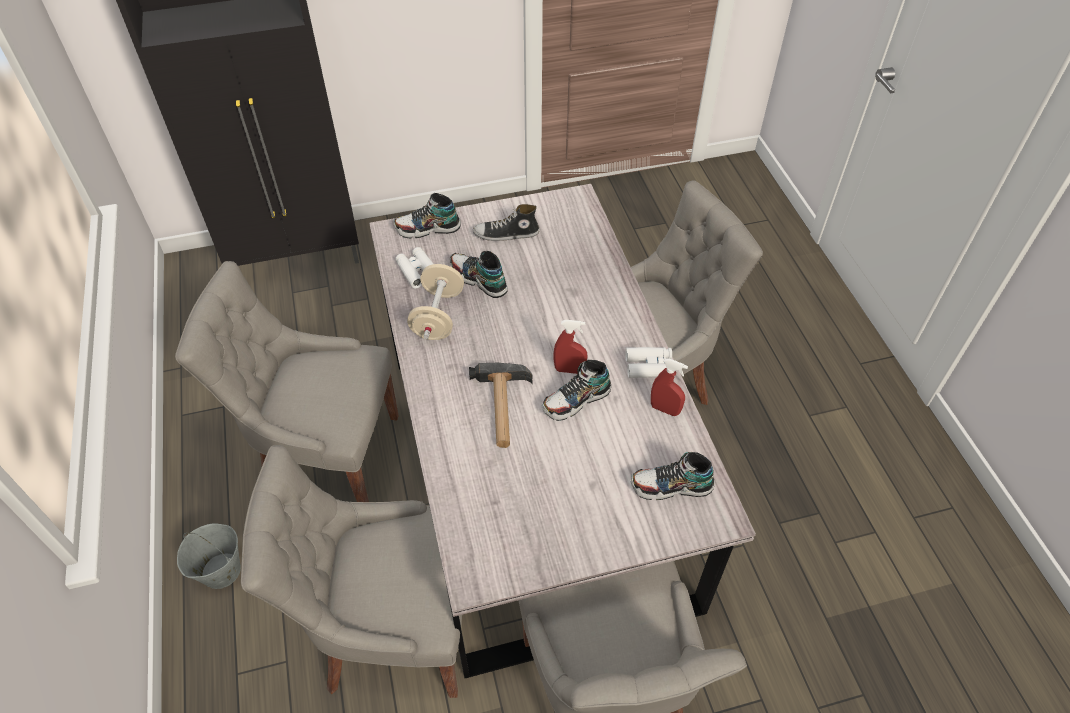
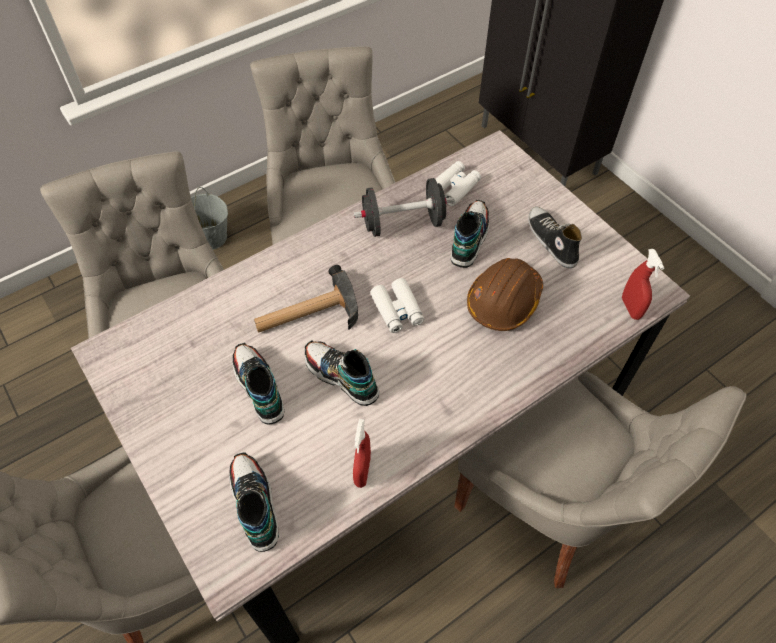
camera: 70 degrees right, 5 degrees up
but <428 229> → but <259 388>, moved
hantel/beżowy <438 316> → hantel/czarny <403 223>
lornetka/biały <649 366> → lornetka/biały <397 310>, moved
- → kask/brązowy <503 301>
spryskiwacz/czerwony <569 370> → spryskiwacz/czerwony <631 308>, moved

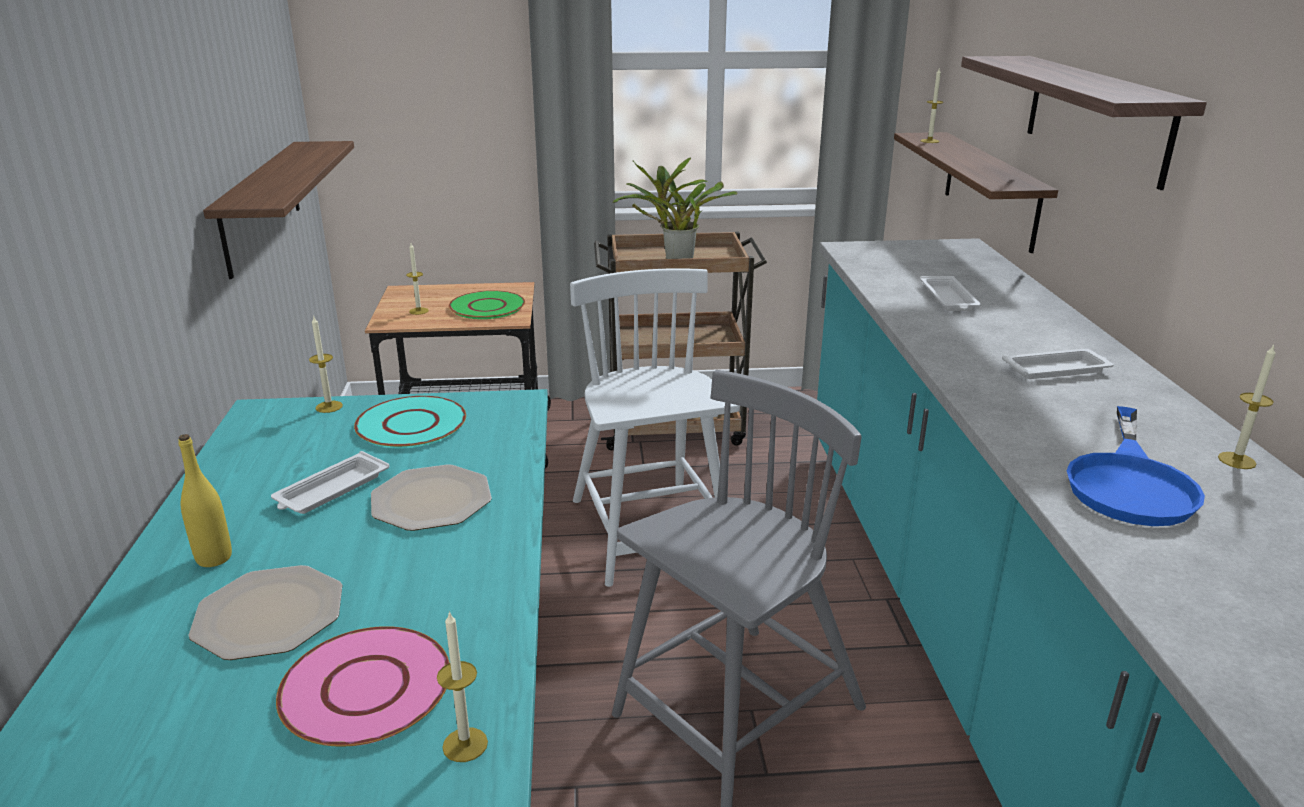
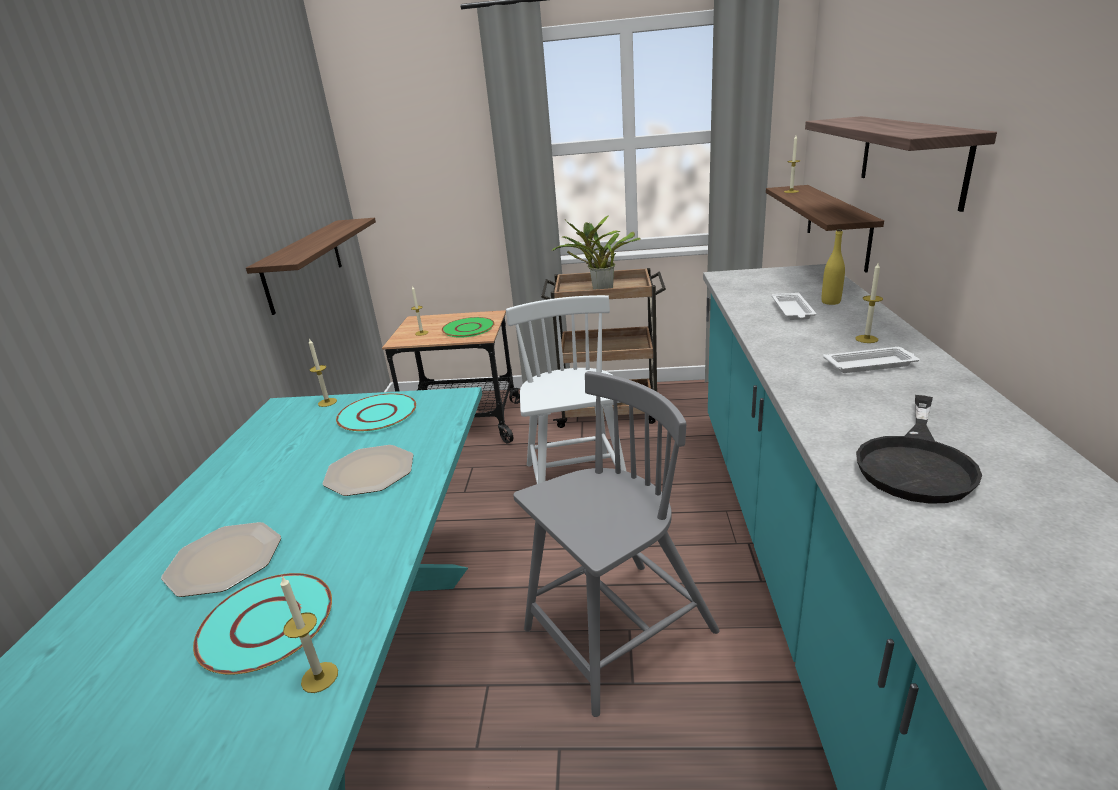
camera: 10 degrees right, 0 degrees up
talerz/różowy <367 688> → talerz/turkusowy <267 623>
butelka/żółty <214 558> → butelka/żółty <830 302>, moved
świeca <1237 460> → świeca <866 339>, moved
patelnia/niebieski <1130 482> → patelnia/czarny <916 462>
taca/biały <331 490> → -

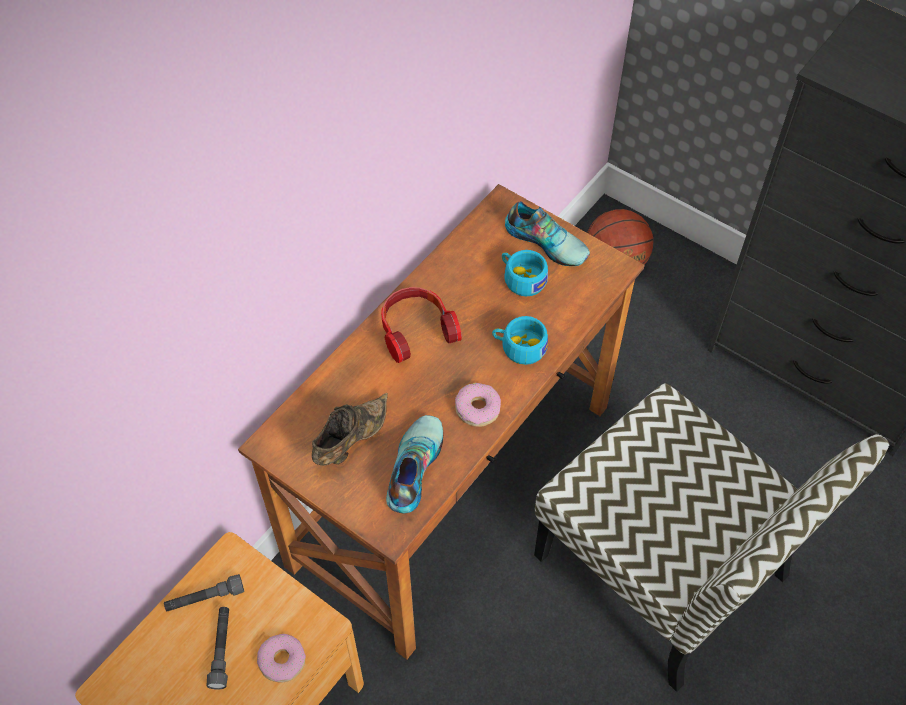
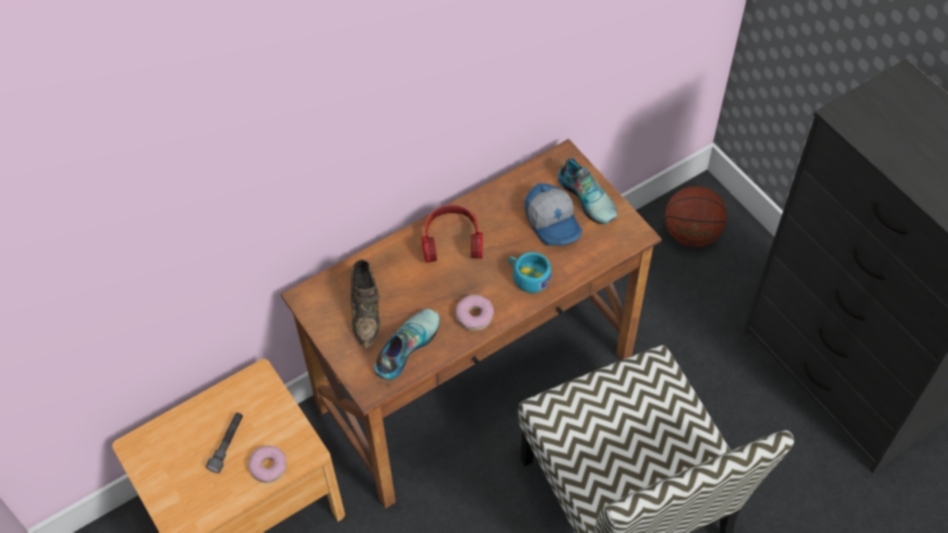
camera: 20 degrees right, 0 degrees up
but/brązowy <350 441> → but/brązowy <366 312>, 120 degrees clockwise
filiżanka/turkusowy <521 278> → czapka z daszkiem <553 222>
latarka/szary <205 598> → -

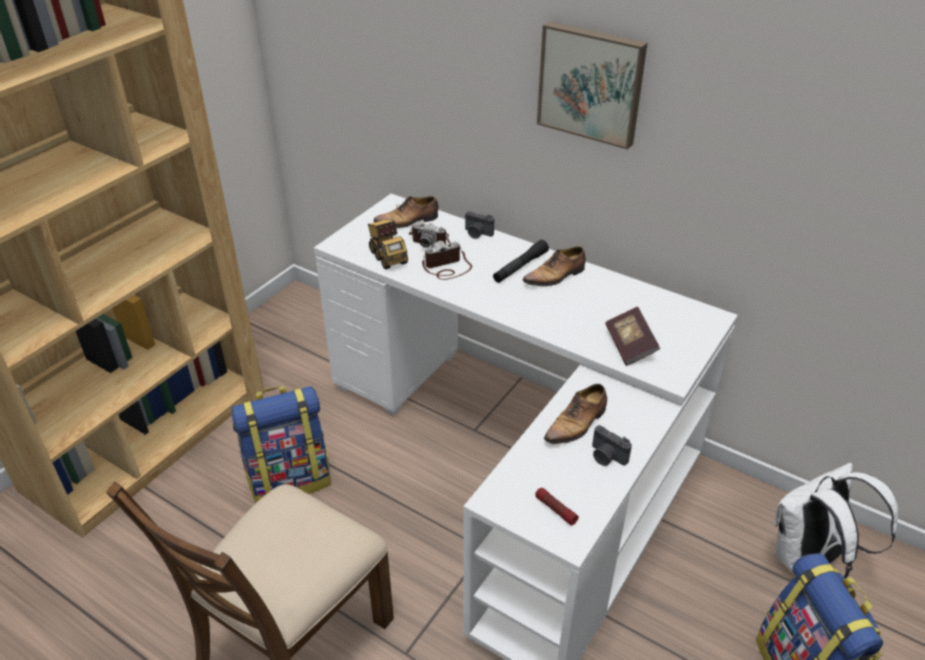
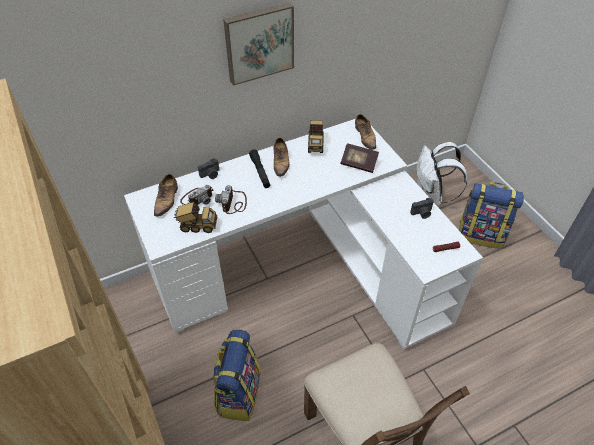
camera: 60 degrees left, 10 degrees up
- → ciężarówka zabawkowa <315 144>
but <577 424> → but <365 137>, moved

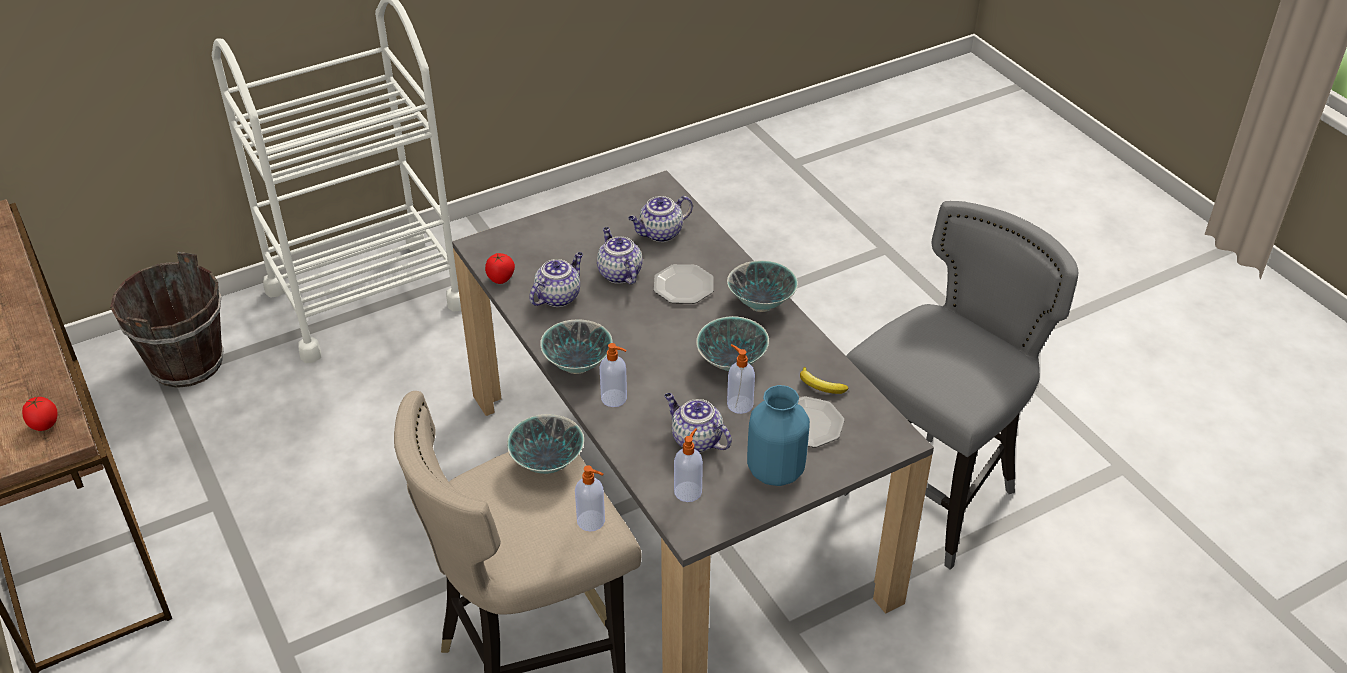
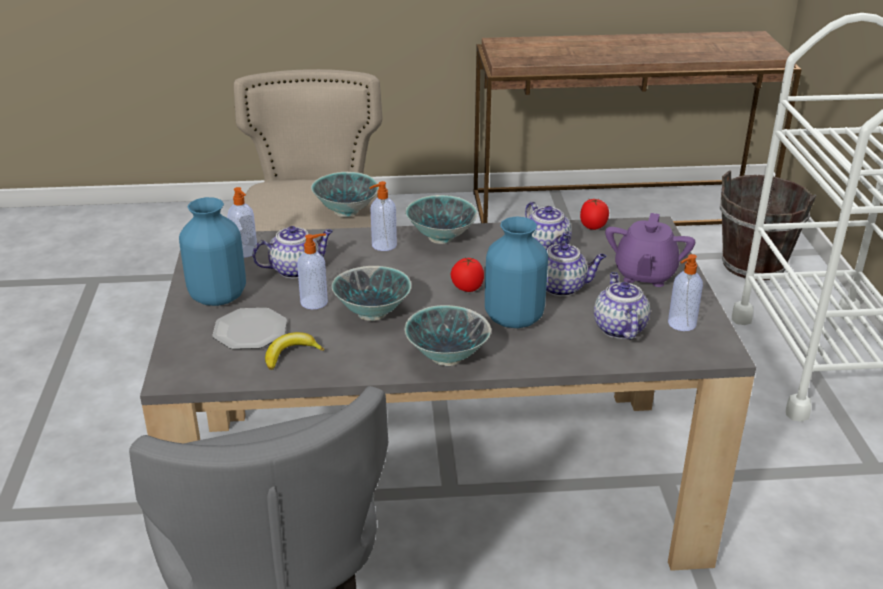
camera: 115 degrees right, 10 degrees down
pomidor <45 426> → pomidor <467 289>, moved
talerz <684 286> → wazon/niebieski <513 318>
- → imbryk/fioletowy <644 275>
dozownik mydła <592 521> → dozownik mydła <681 324>, moved

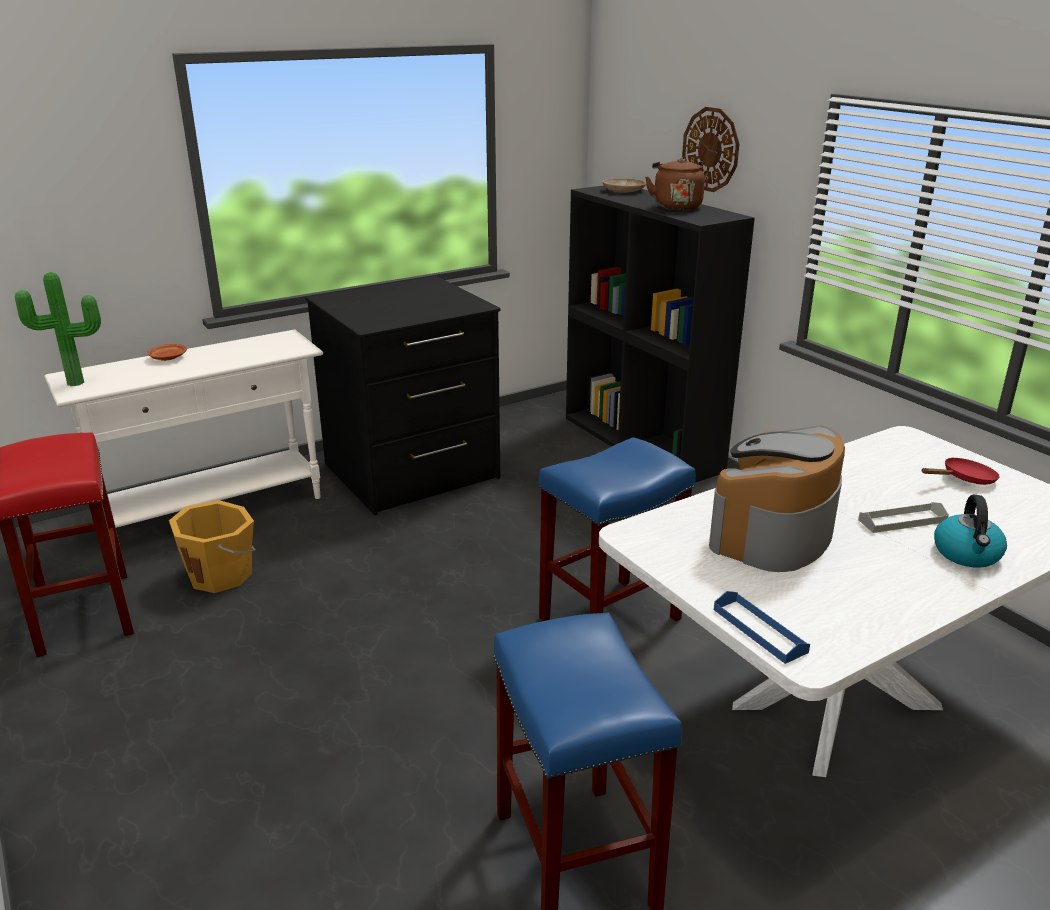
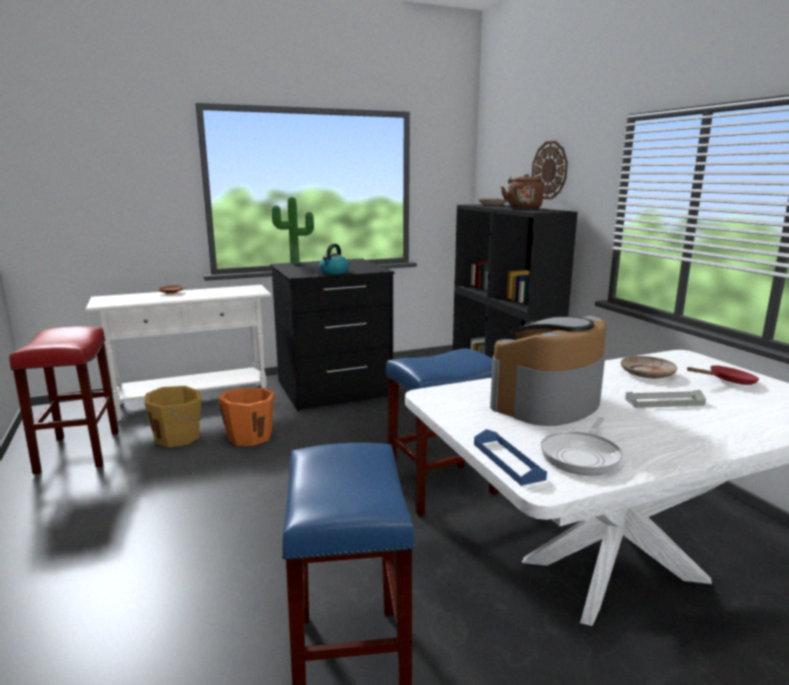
camera: 10 degrees right, 10 degrees down
- → wiadro/pomarańczowy <250 436>
roślina doniczkowa <76 384> → roślina doniczkowa <295 264>, moved
czajnik <967 554> → czajnik <334 272>, moved
- → patelnia <582 455>
- → talerz/beżowy <647 373>

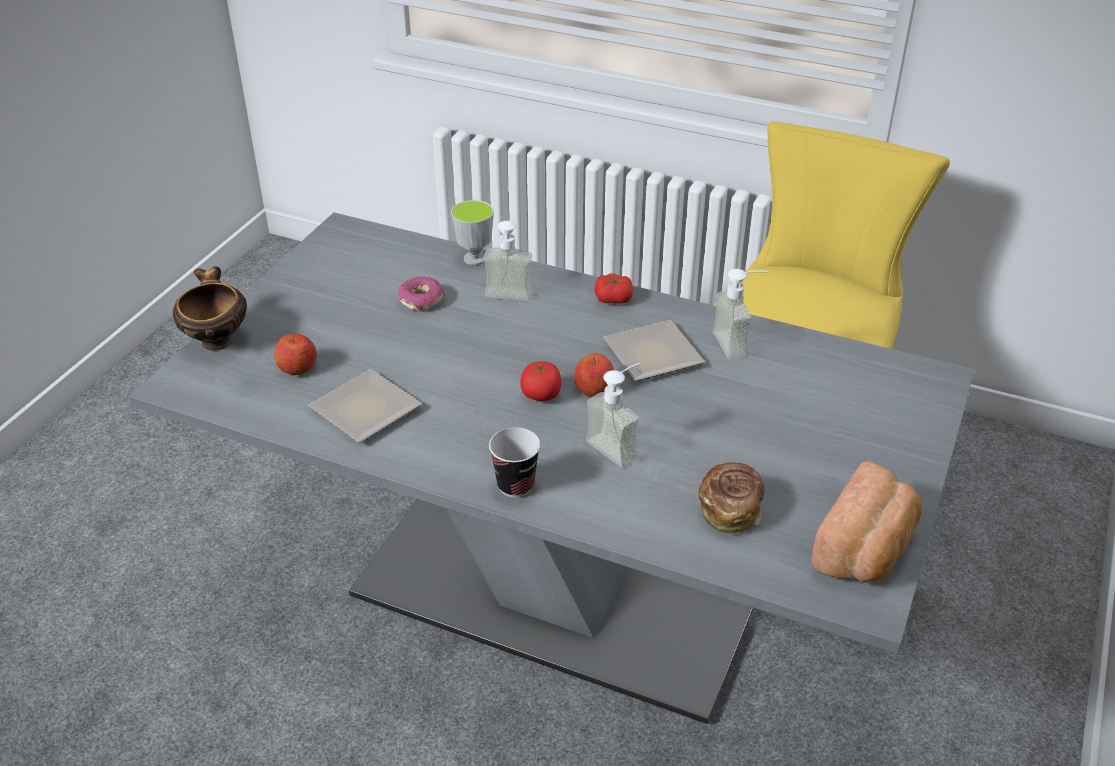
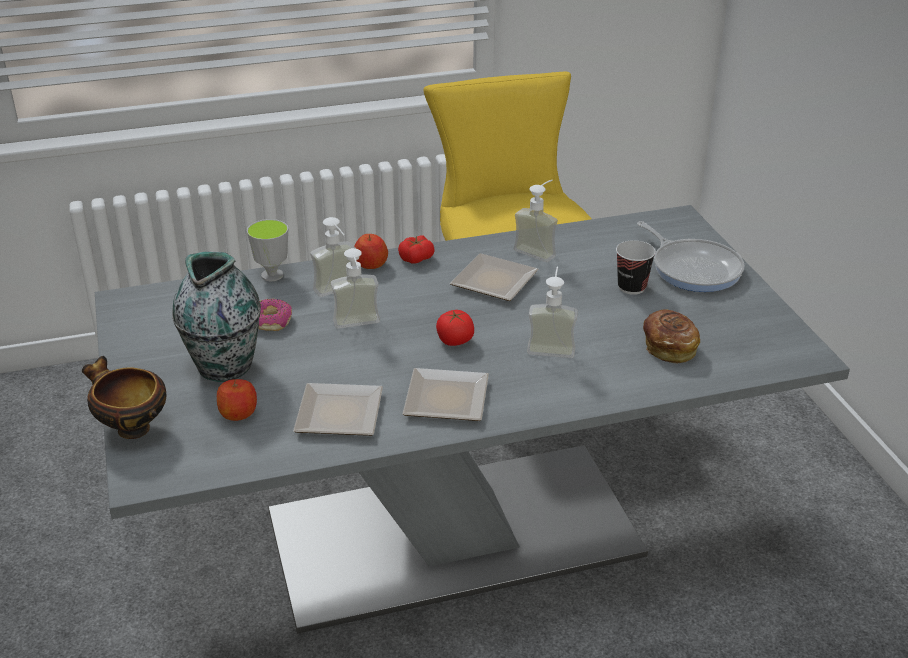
camera: 40 degrees left, 5 degrees down
- → wazon <225 365>
- → dozownik mydła <358 327>
jabłko <594 389> → jabłko <371 264>, moved
- → talerz <449 397>
filiżanka <515 485> → filiżanka <632 287>, moved
- → patelnia <693 268>
chleb <866 549> → -

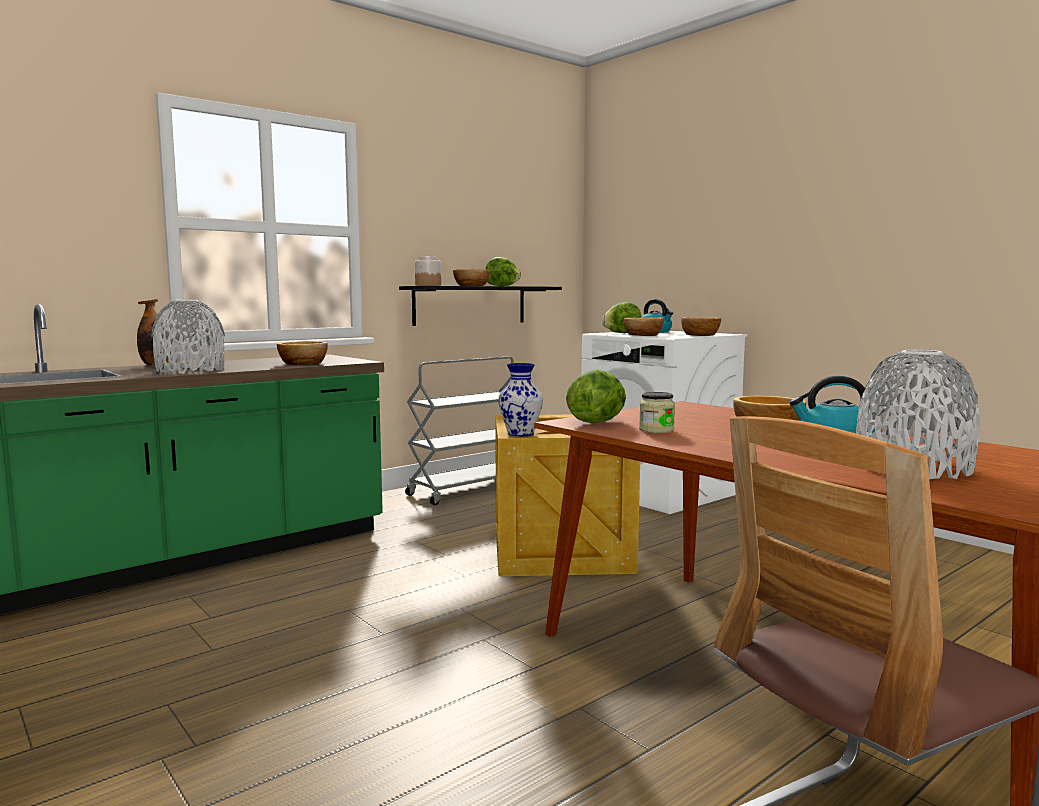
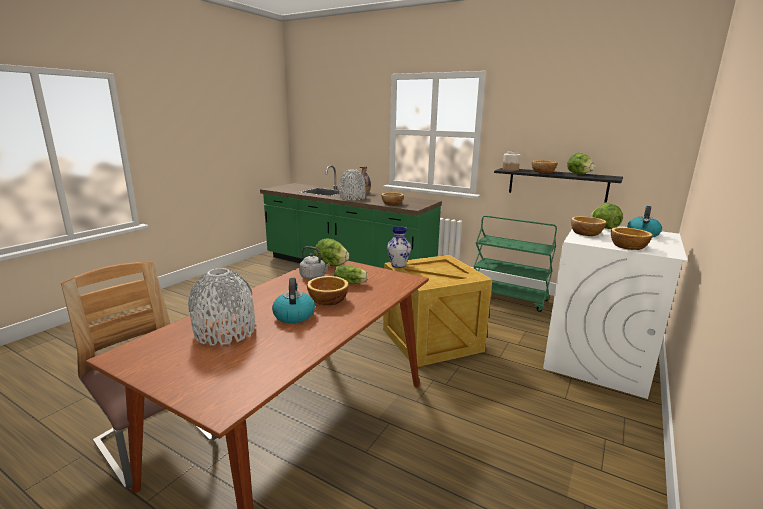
camera: 70 degrees right, 10 degrees up
słoik <656 430> → czajnik/szary <314 277>
- → sałata <351 284>
wózek/szary <469 490> → wózek/zielony <509 298>

